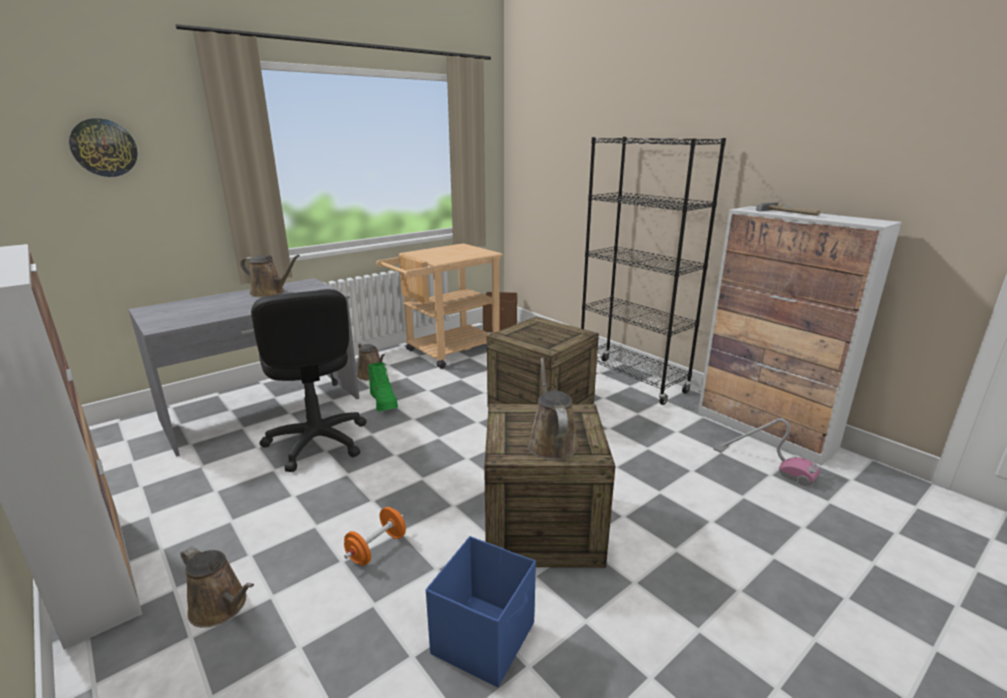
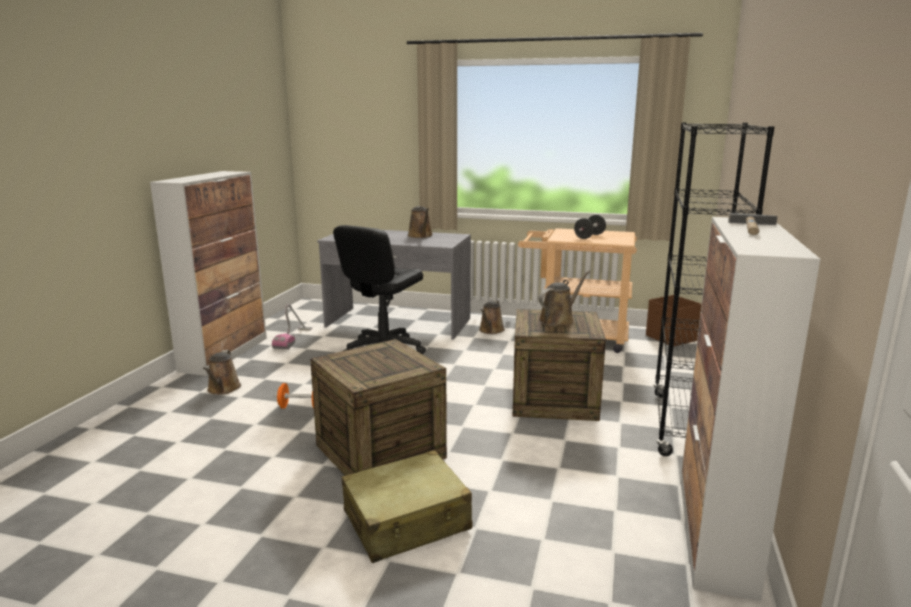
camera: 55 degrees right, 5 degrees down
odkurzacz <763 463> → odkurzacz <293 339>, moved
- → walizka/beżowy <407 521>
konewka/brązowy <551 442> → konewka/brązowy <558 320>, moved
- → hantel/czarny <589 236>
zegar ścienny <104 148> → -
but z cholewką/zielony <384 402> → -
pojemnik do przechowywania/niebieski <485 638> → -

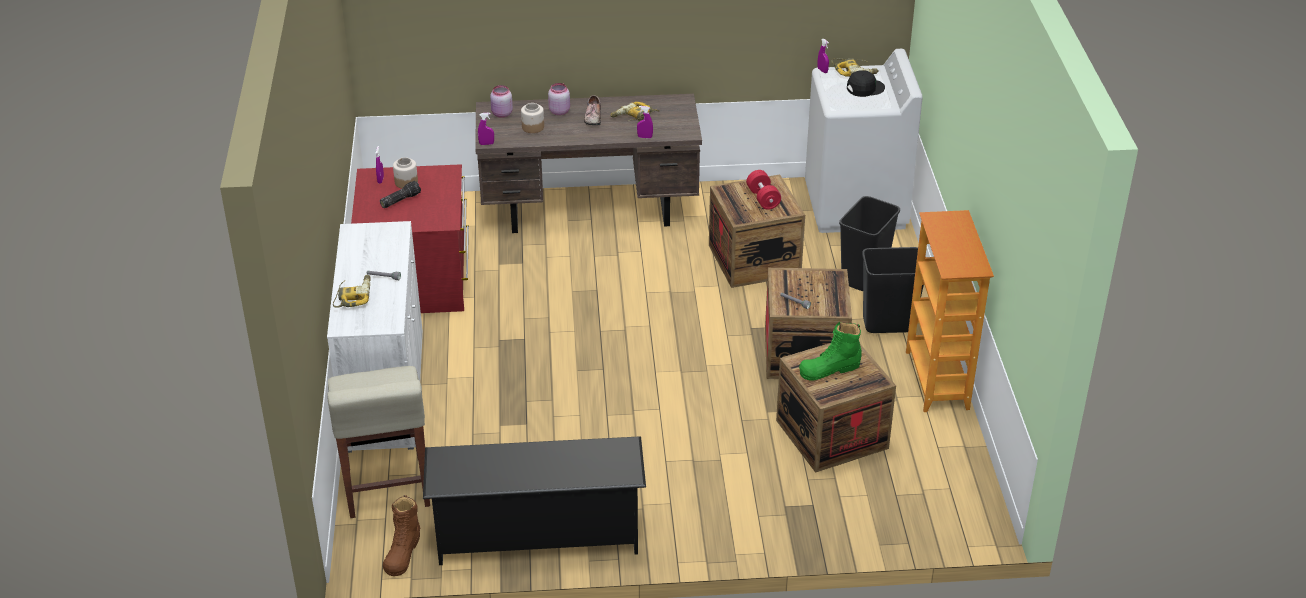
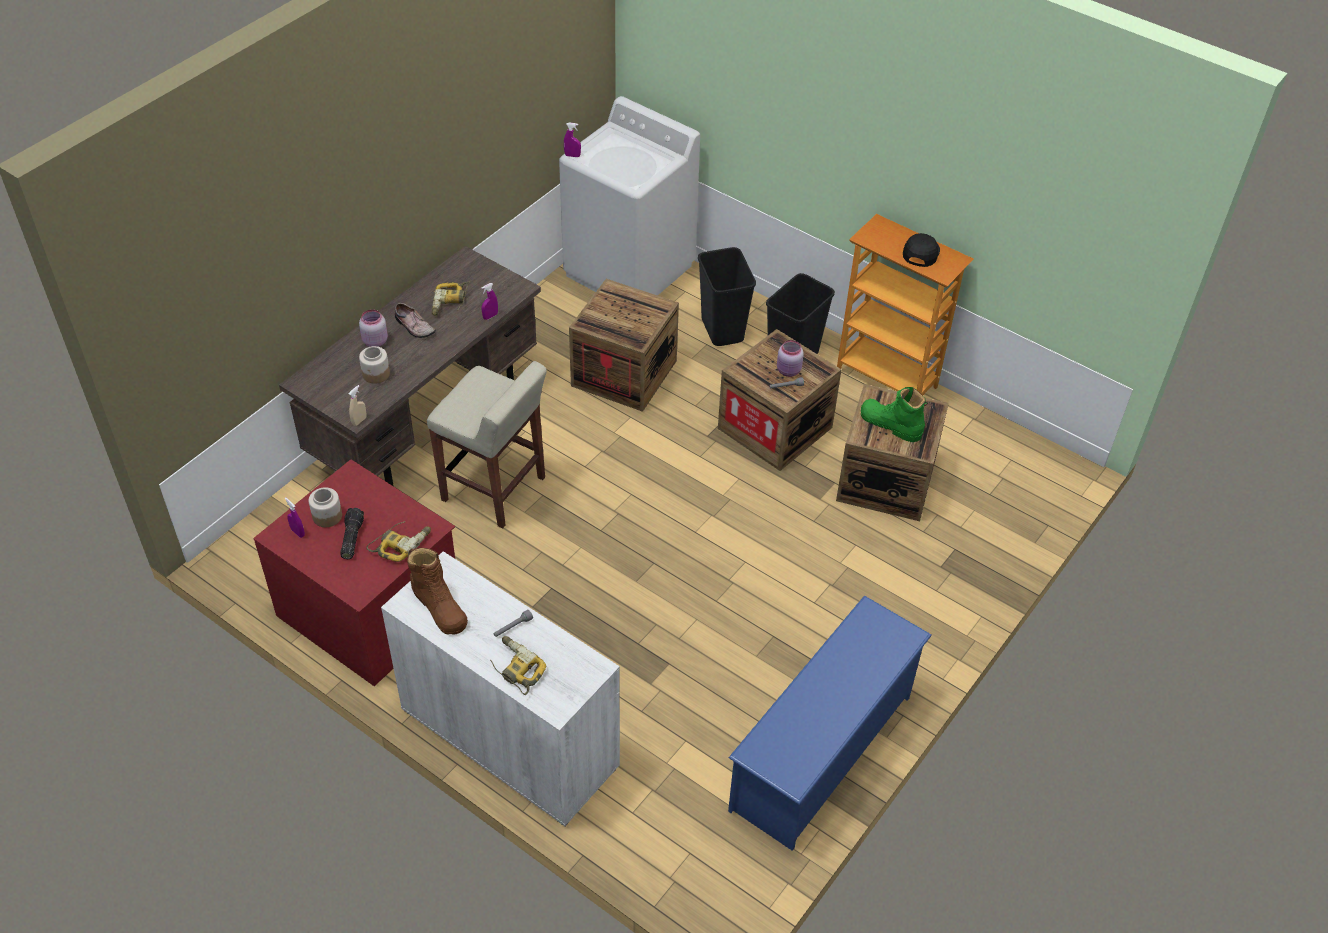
camera: 50 degrees left, 10 degrees up
spryskiwacz/fioletowy <486 144> → spryskiwacz/beżowy <359 421>
wiertarka <854 71> → wiertarka <401 543>, moved
but z cholewką/brązowy <402 552> → but z cholewką/brązowy <439 607>, moved
stołek/beżowy <386 488> → stołek/beżowy <495 490>, moved
regał na buty/czarny <537 535> → regał na buty/niebieski <822 752>
słoik/różowy <501 114> → słoik/różowy <789 371>, moved
but z cholewką/zielony <830 369> → but z cholewką/zielony <890 424>, 105 degrees clockwise
czapka z daszkiem/czarny <865 88> → czapka z daszkiem/czarny <920 252>, moved
hantel/czerwony <763 198> → -

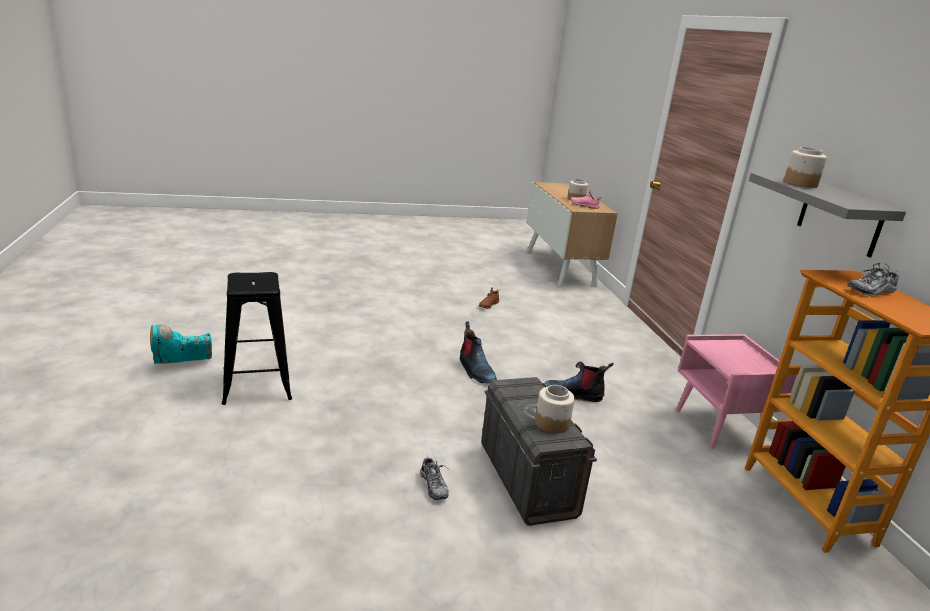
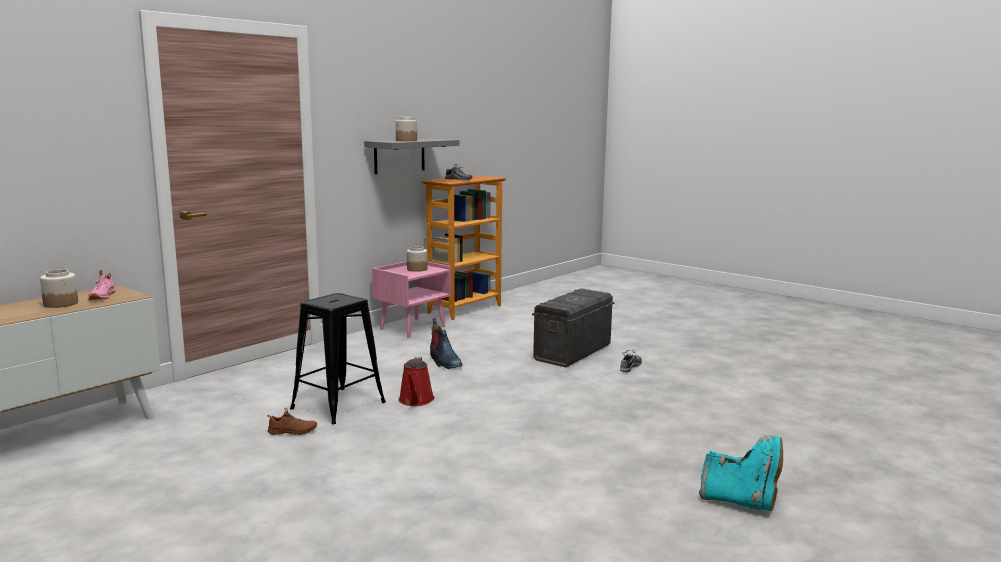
camera: 125 degrees left, 10 degrees down
stołek/czarny <256 383> → stołek/czarny <338 405>, moved
- → konewka/czerwony <416 401>
słoik <552 423> → słoik <416 269>, moved
but z cholewką <475 371> → -

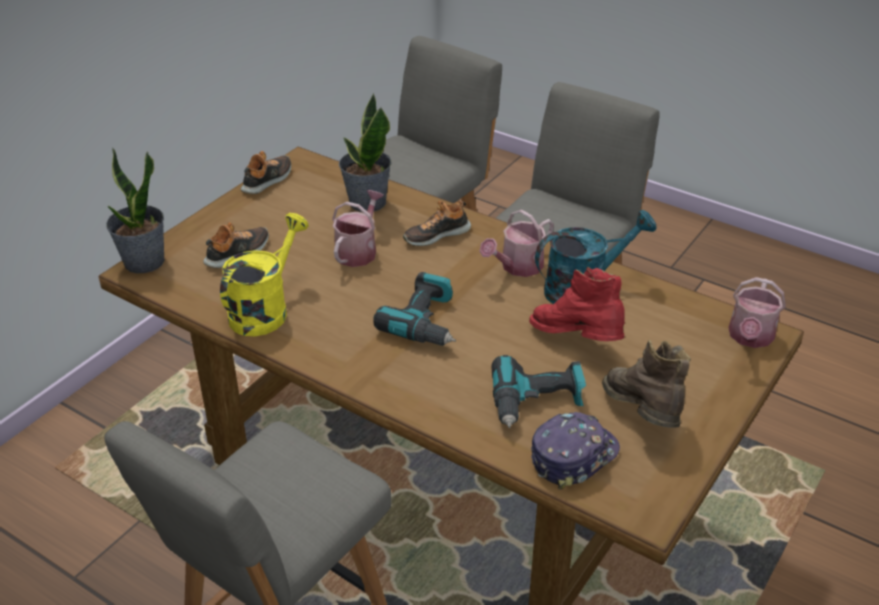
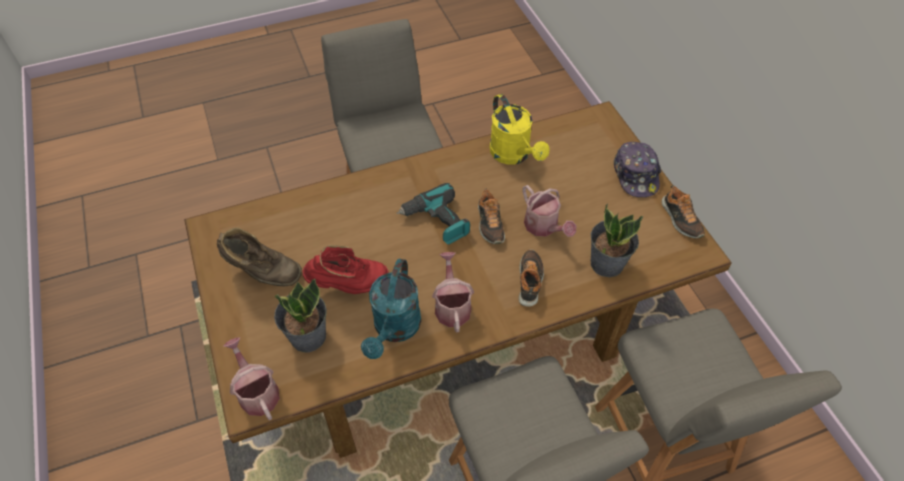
camera: 125 degrees right, 15 degrees up
roślina doniczkowa <144 262> → roślina doniczkowa <307 336>, moved
but <238 253> → but <489 224>, moved
czapka z daszkiem <573 456> → czapka z daszkiem <636 175>, moved
wiertarka <537 403> → -

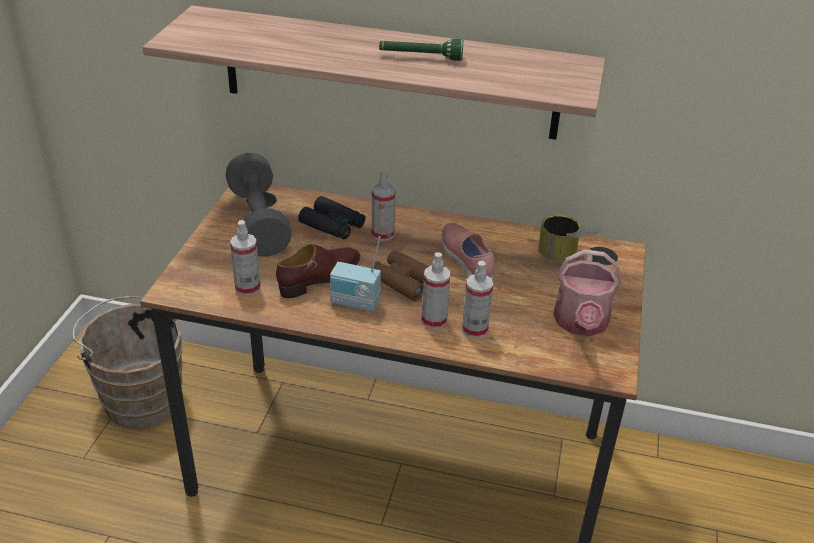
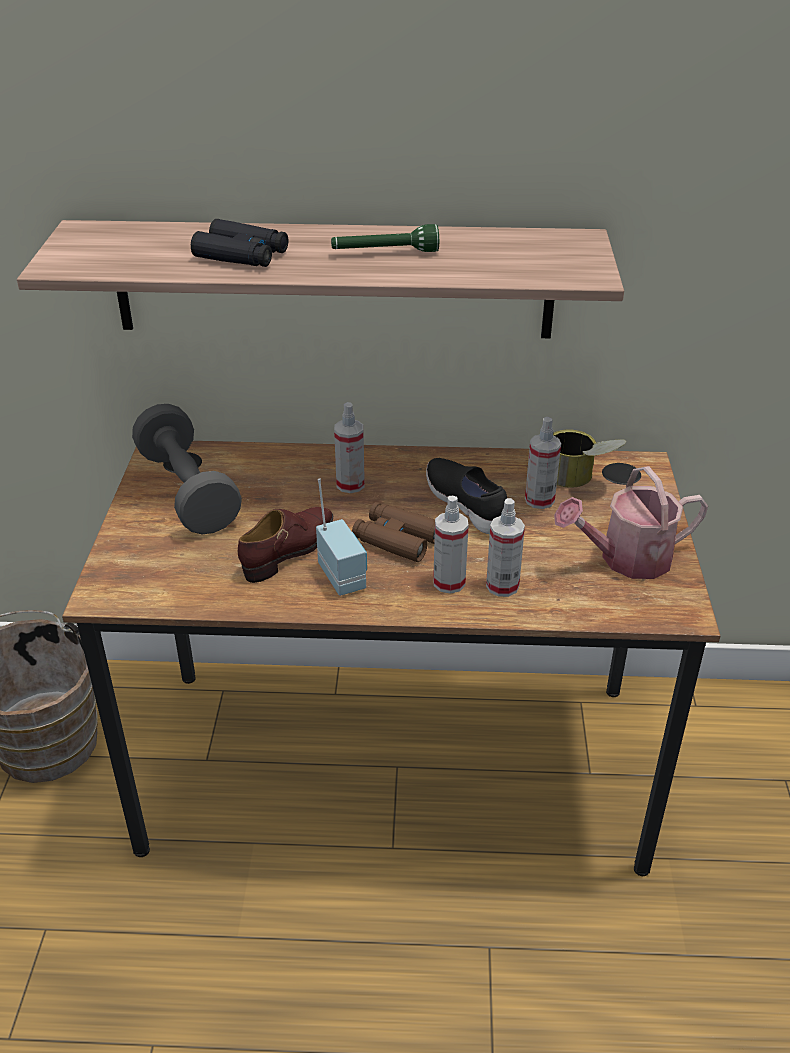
camera: 10 degrees left, 0 degrees up
lornetka/czarny <332 225> → lornetka/czarny <242 255>, moved
radio <355 303> → radio <344 576>, 120 degrees counterclockwise
but/różowy <468 264> → but/czarny <467 506>
spryskiwacz <247 288> → spryskiwacz <539 500>, moved
konewka <581 324> → konewka <626 559>, 75 degrees clockwise

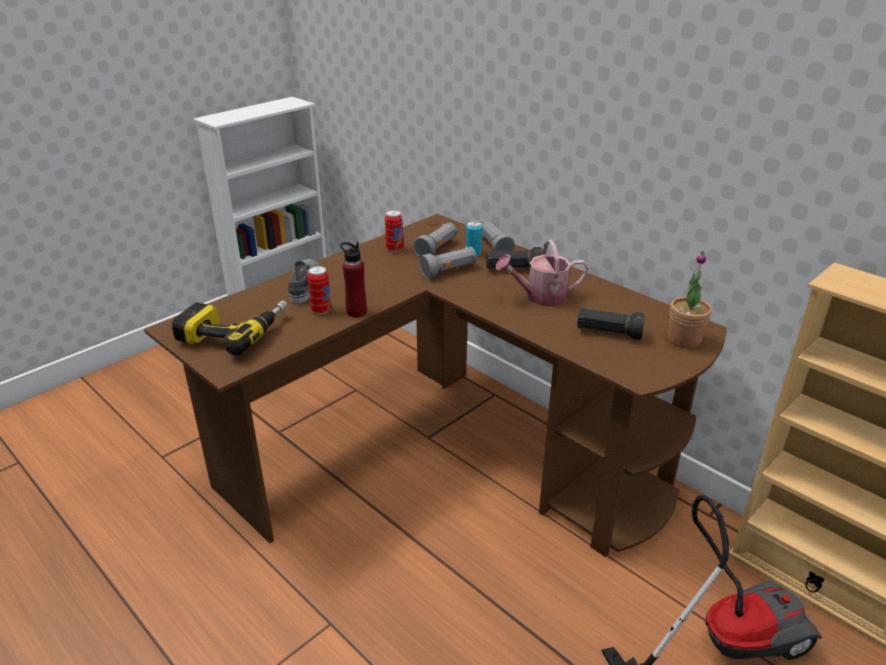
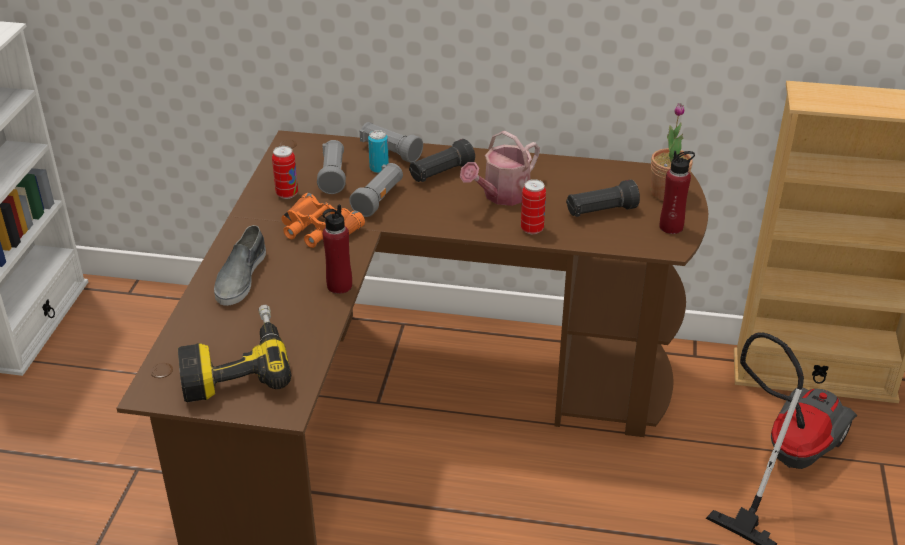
camera: 35 degrees left, 5 degrees up
but/szary <305 285> → but/szary <240 277>, 135 degrees counterclockwise
- → lornetka/pomarańczowy <318 229>
puszka <321 310> → puszka <532 229>, moved
- → butelka/czerwony <671 227>

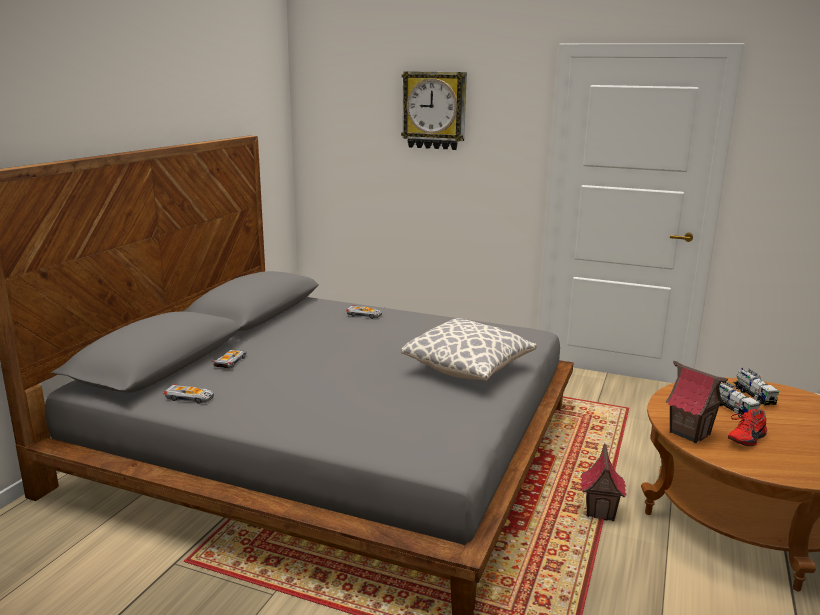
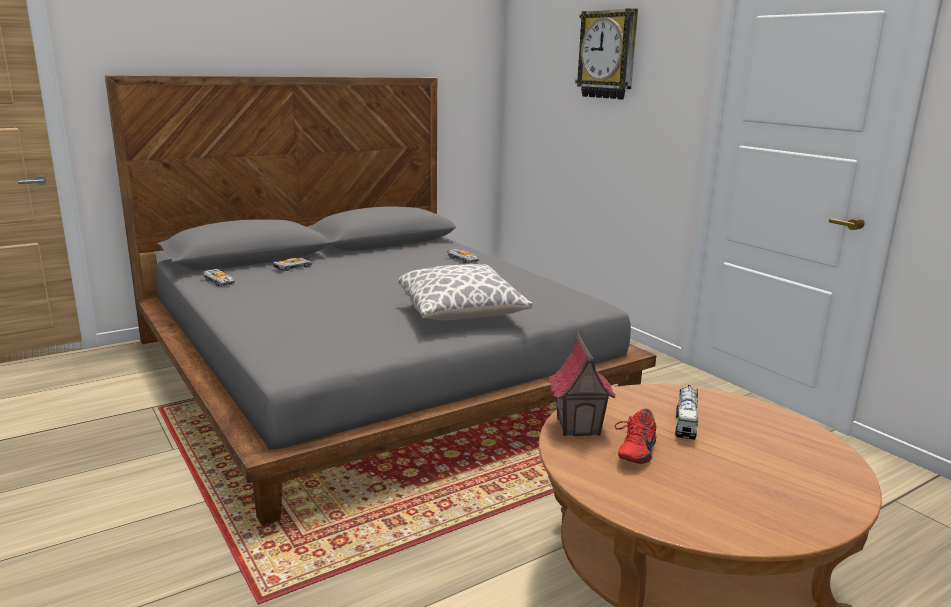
camera: 35 degrees right, 0 degrees up
but/czerwony <744 438> → but/czerwony <634 452>, 60 degrees counterclockwise
domek <600 512> → -
ciężarówka zabawkowa <753 396> → -

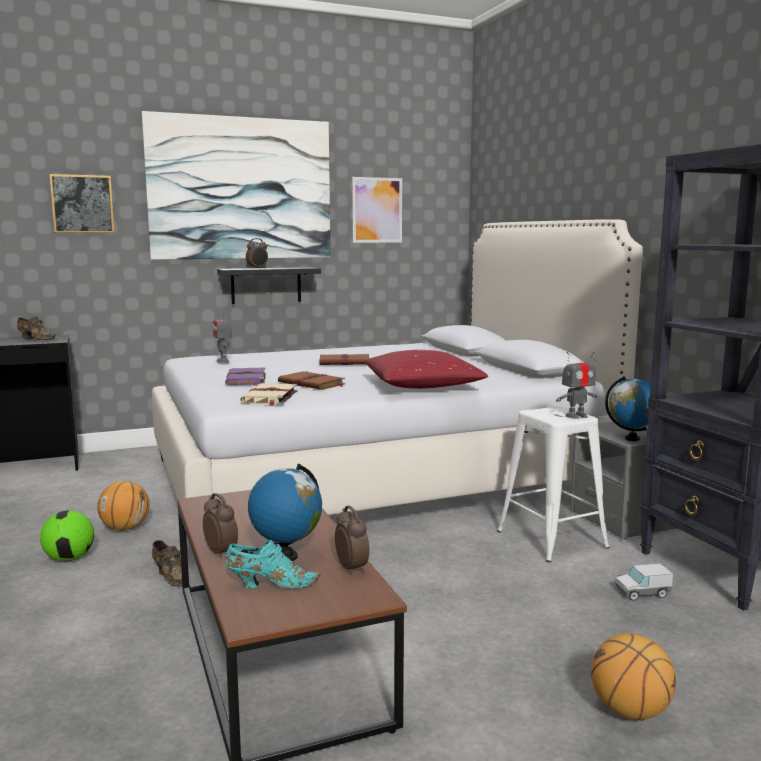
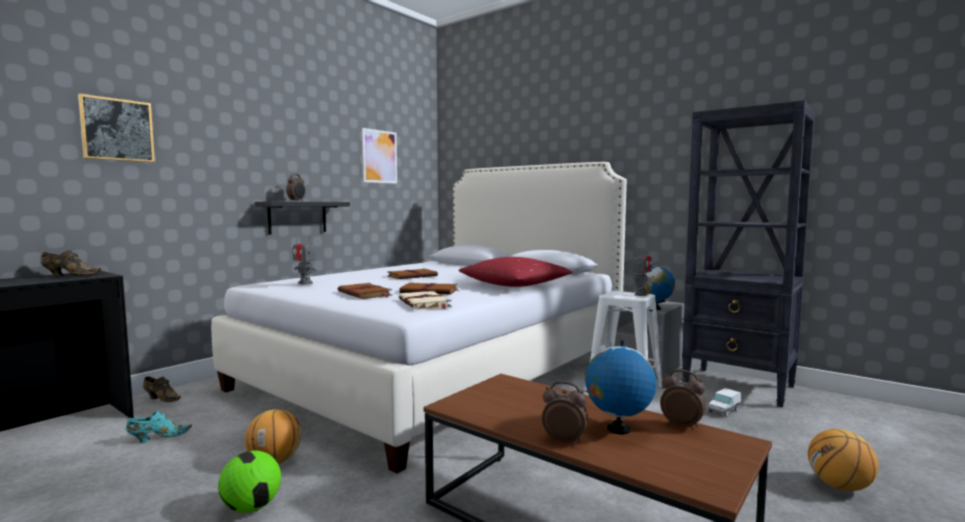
camera: 30 degrees left, 5 degrees down
but/turkusowy <269 585> → but/turkusowy <157 438>, moved
but/brązowy <170 576> → but/brązowy <161 399>, moved
książka/fioletowy <246 379> → książka/brązowy <365 294>
obraz <241 189> → -

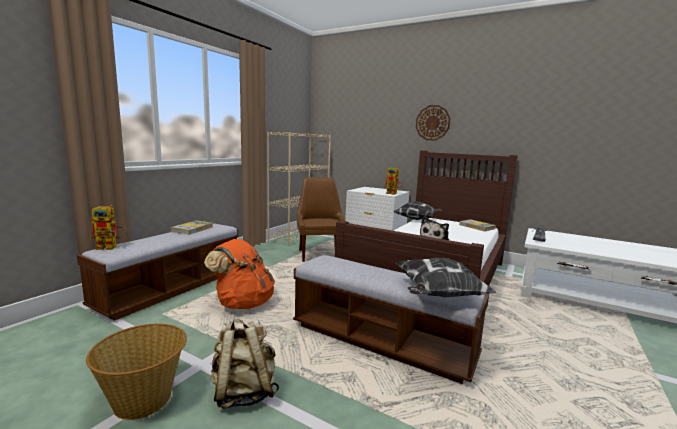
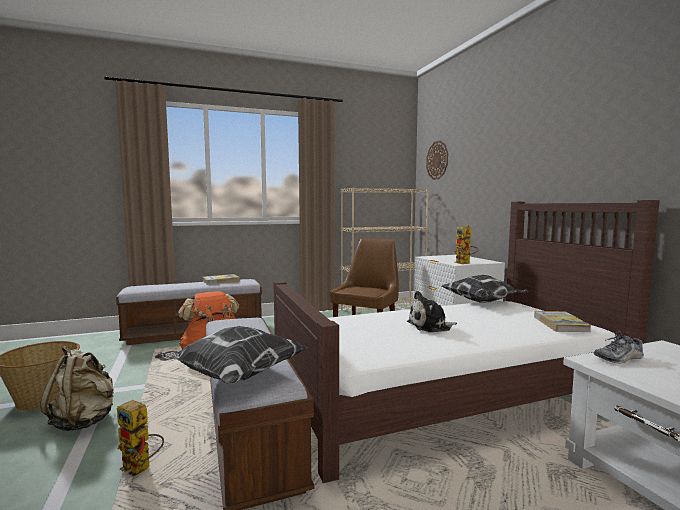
camera: 40 degrees right, 5 degrees down
robot zabawkowy <111 247> → robot zabawkowy <141 469>, moved
zegar ścienny <432 123> → zegar ścienny <437 160>, moved

